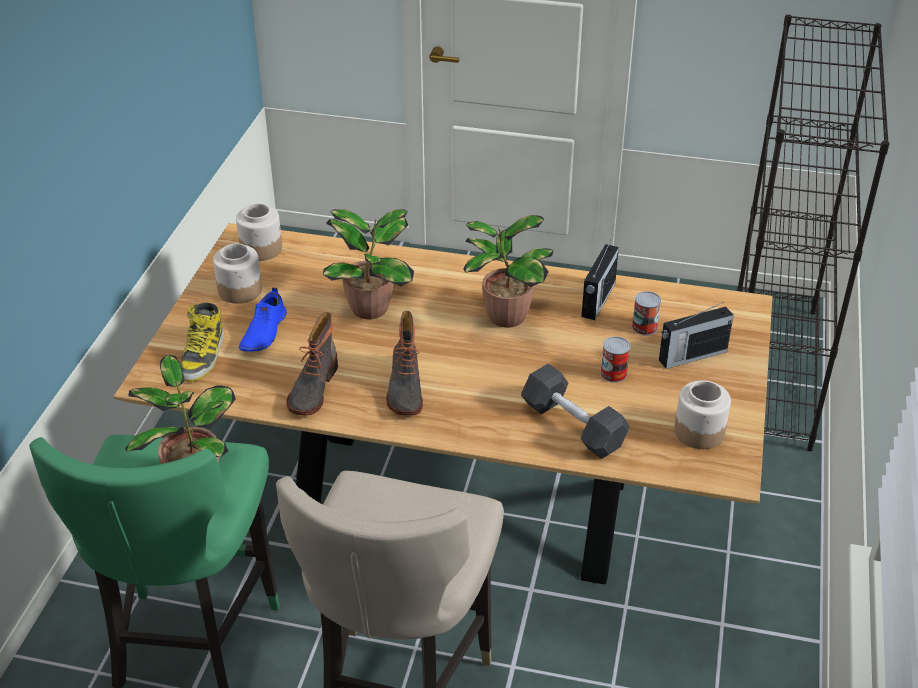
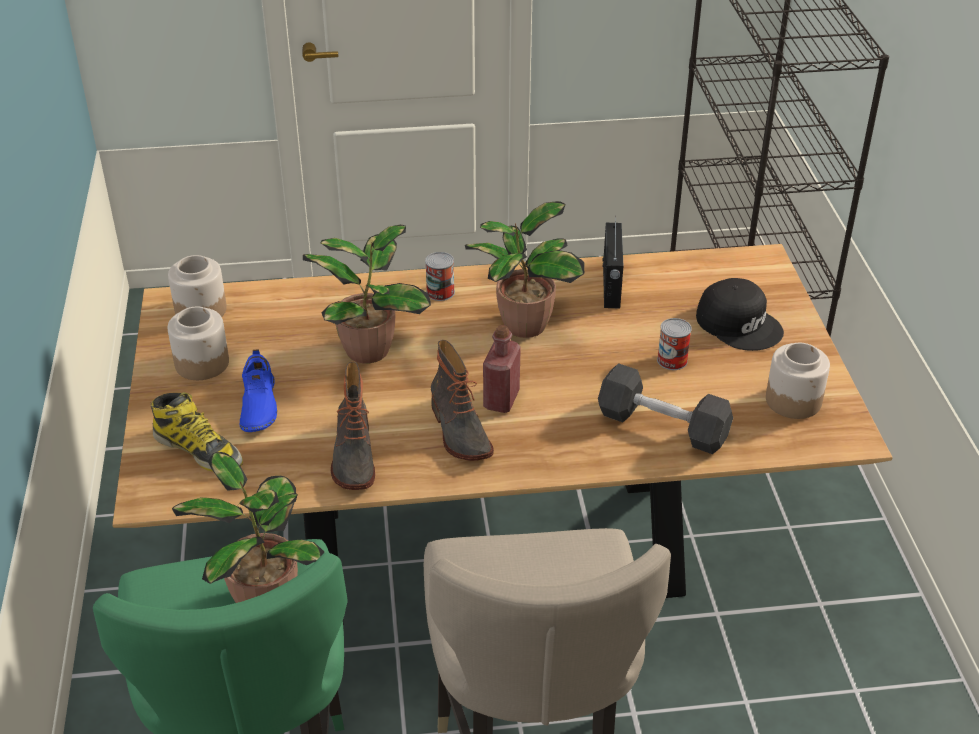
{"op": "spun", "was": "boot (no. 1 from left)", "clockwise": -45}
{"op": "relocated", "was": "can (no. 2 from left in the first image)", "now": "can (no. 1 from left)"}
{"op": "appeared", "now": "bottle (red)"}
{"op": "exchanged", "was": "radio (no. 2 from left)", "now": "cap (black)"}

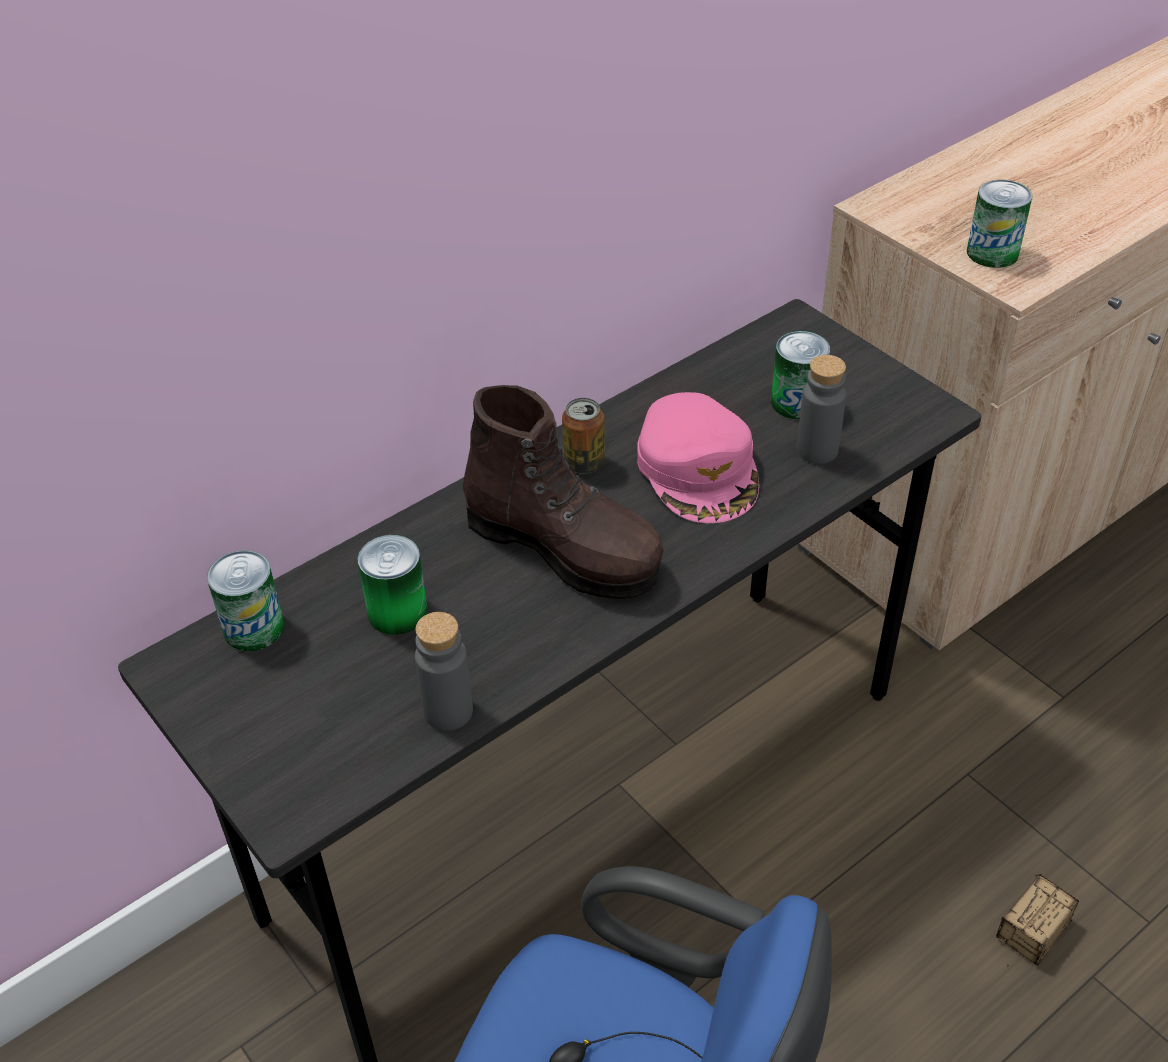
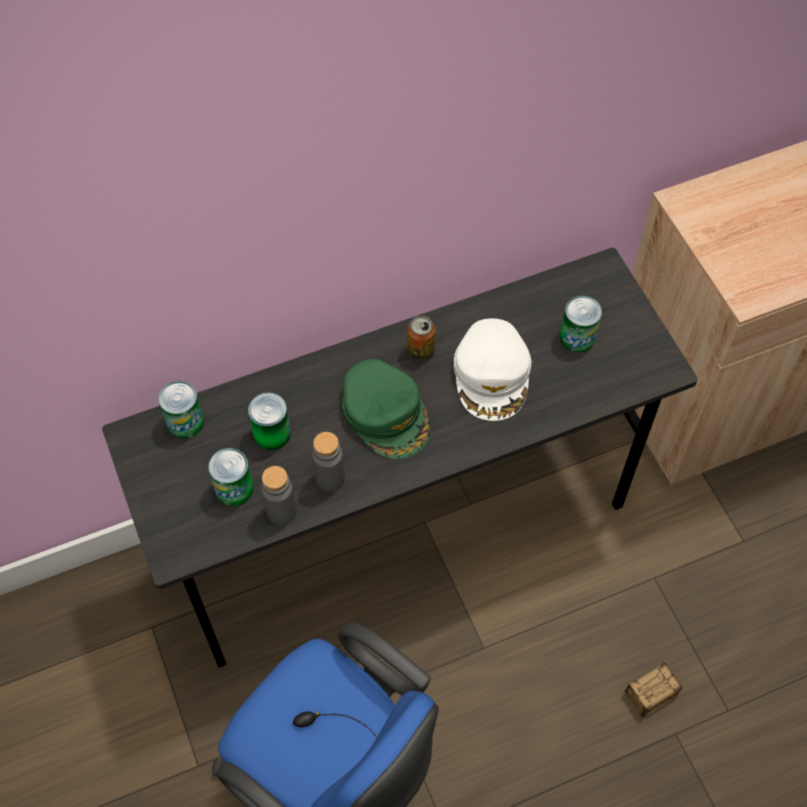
{"op": "relocated", "was": "can (no. 5 from left in the first image)", "now": "can (no. 2 from left)"}
{"op": "relocated", "was": "bottle (grey) (no. 2 from left)"}
{"op": "exchanged", "was": "boot (brown)", "now": "cap (green)"}
{"op": "colour", "was": "cap (pink)", "now": "cap (white)"}

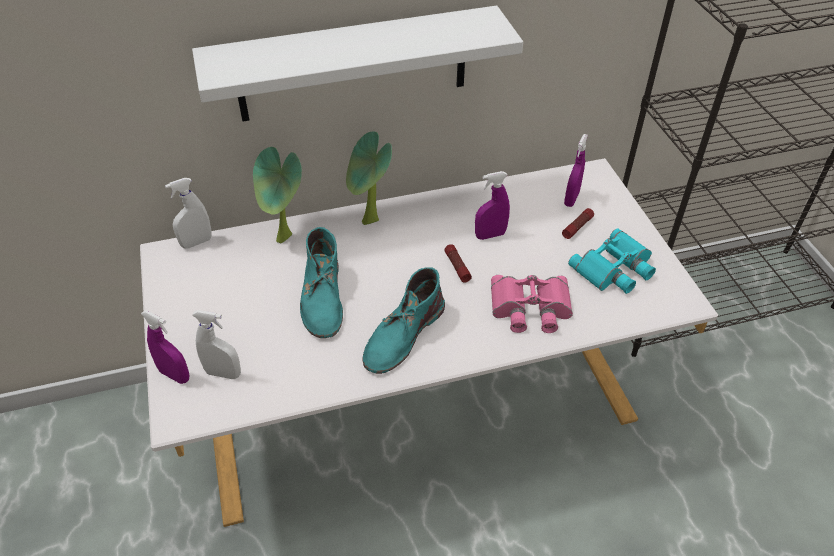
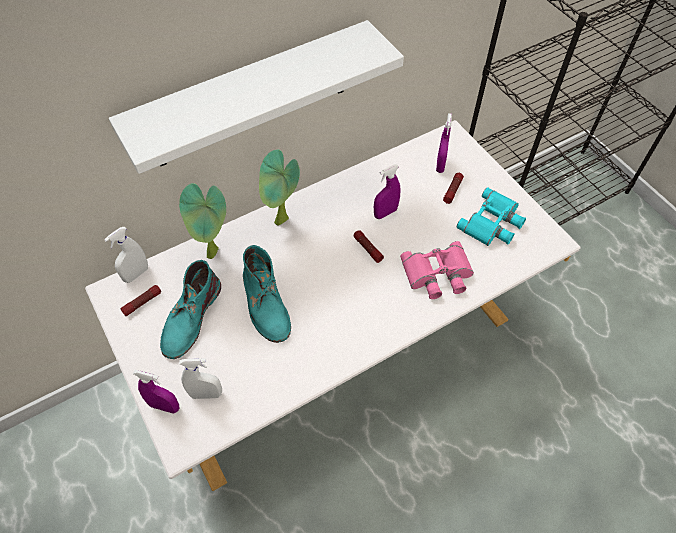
{"op": "appeared", "now": "flashlight (no. 1 from left)"}
{"op": "relocated", "was": "boot (turquoise) (no. 2 from left in the first image)", "now": "boot (turquoise) (no. 1 from left)"}

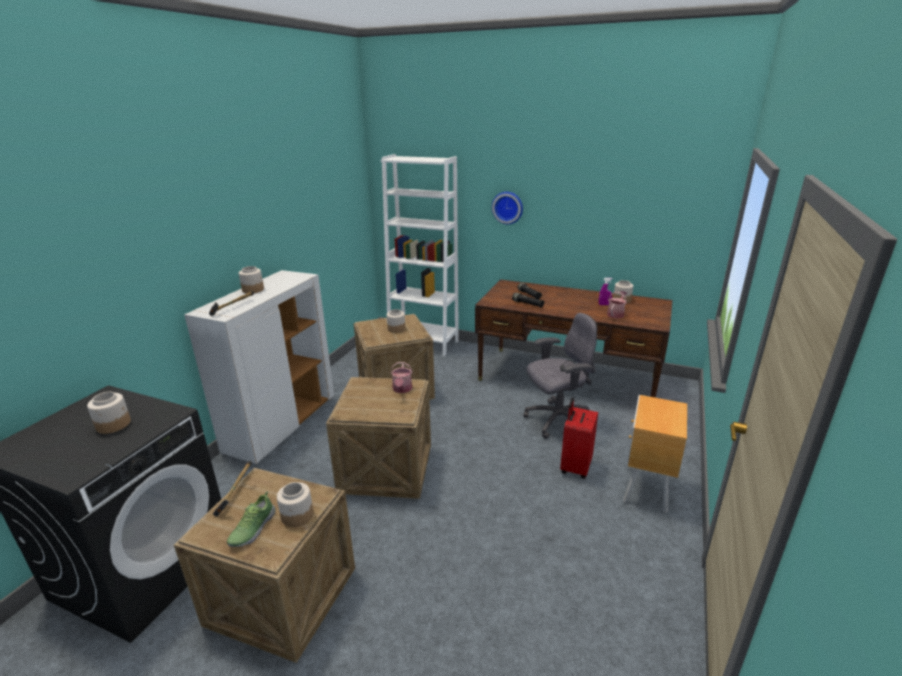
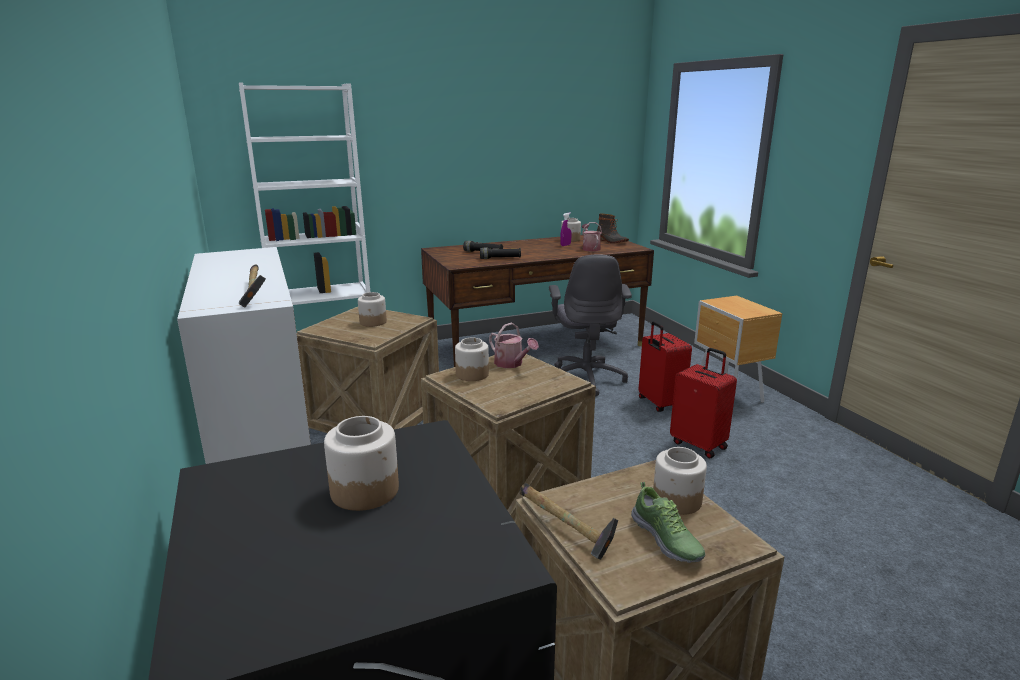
{"op": "relocated", "was": "jar (no. 2 from left in the first image)", "now": "jar (no. 3 from left)"}
{"op": "spun", "was": "office chair (grey)", "clockwise": 150}
{"op": "appeared", "now": "boot"}
{"op": "appeared", "now": "suitcase (red) (no. 2 from left)"}
{"op": "missing", "was": "wall clock"}

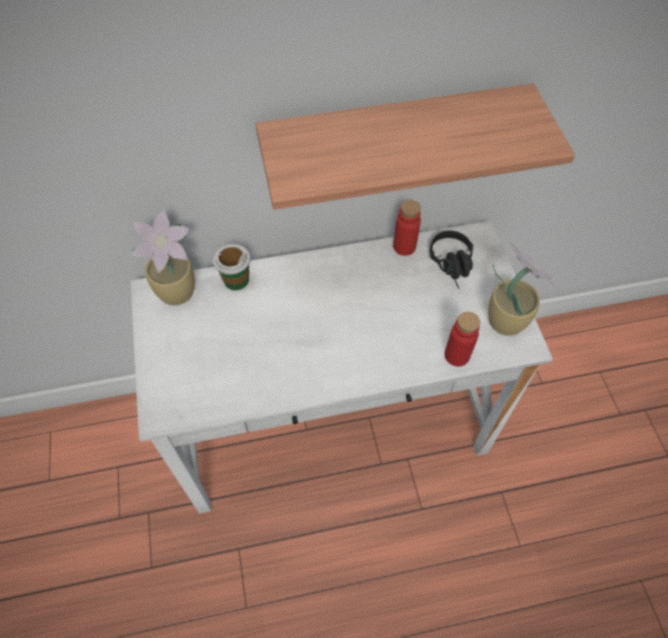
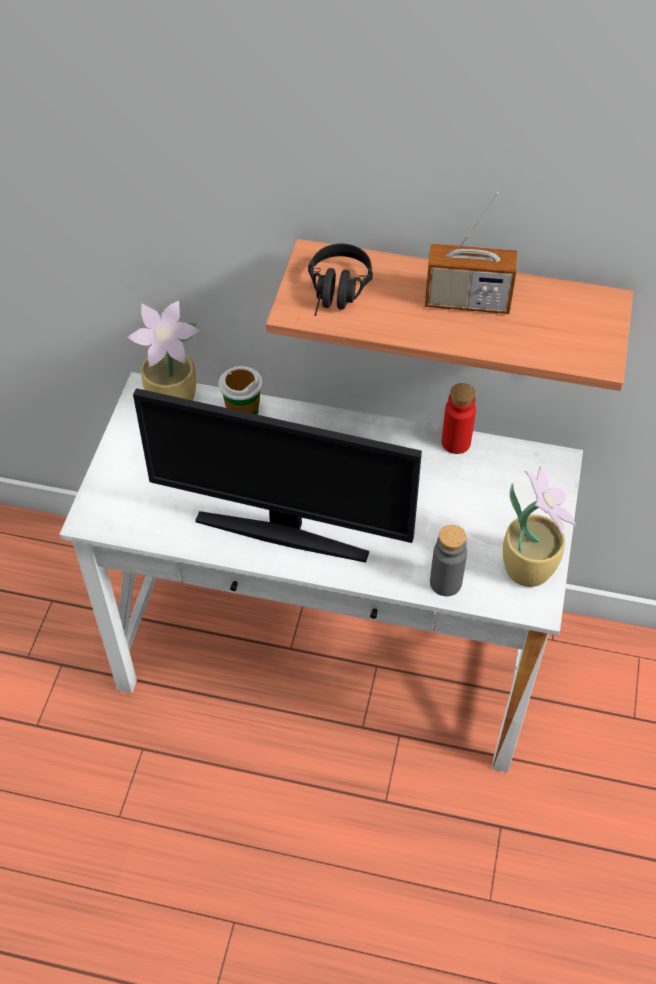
{"op": "appeared", "now": "monitor"}
{"op": "relocated", "was": "headphones (black)"}
{"op": "appeared", "now": "radio"}
{"op": "colour", "was": "bottle (red) (no. 2 from left)", "now": "bottle (grey)"}

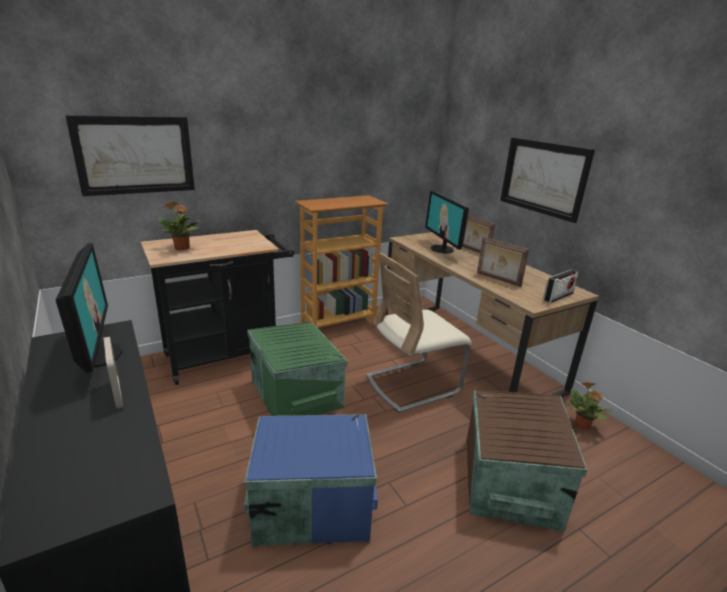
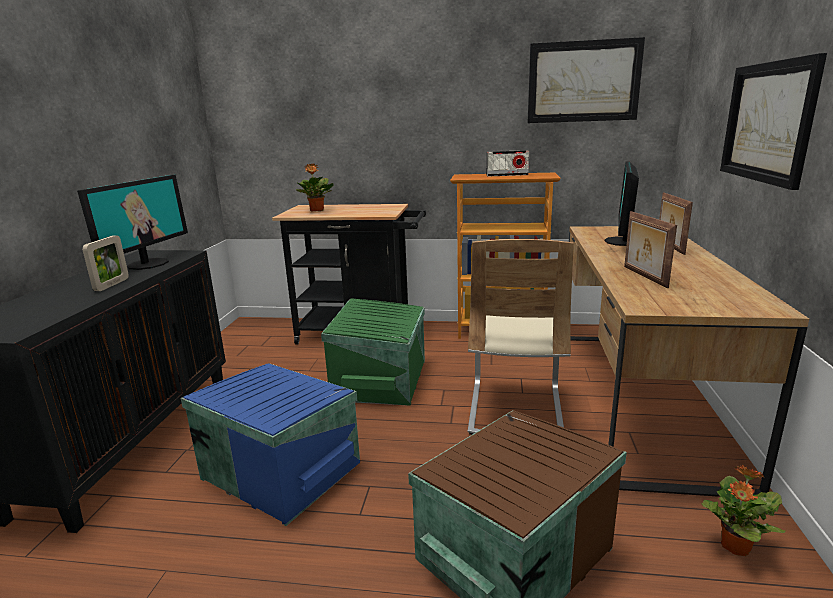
{"op": "spun", "was": "chair (beige)", "clockwise": -90}
{"op": "relocated", "was": "radio"}
{"op": "relocated", "was": "picture (no. 1 from left)"}

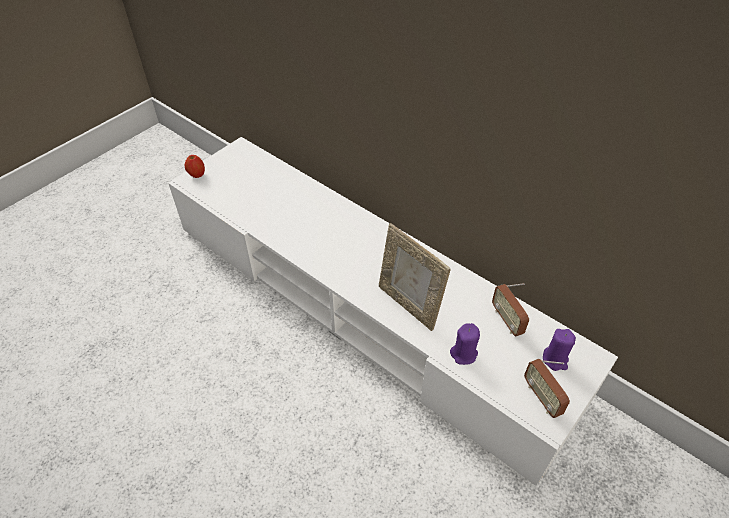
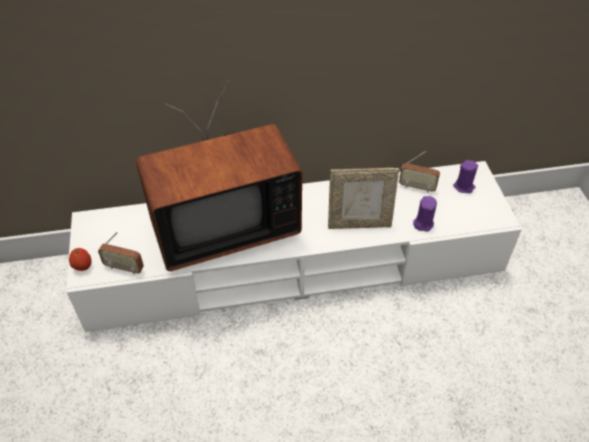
{"op": "relocated", "was": "radio (no. 2 from left in the first image)", "now": "radio (no. 1 from left)"}
{"op": "appeared", "now": "television"}

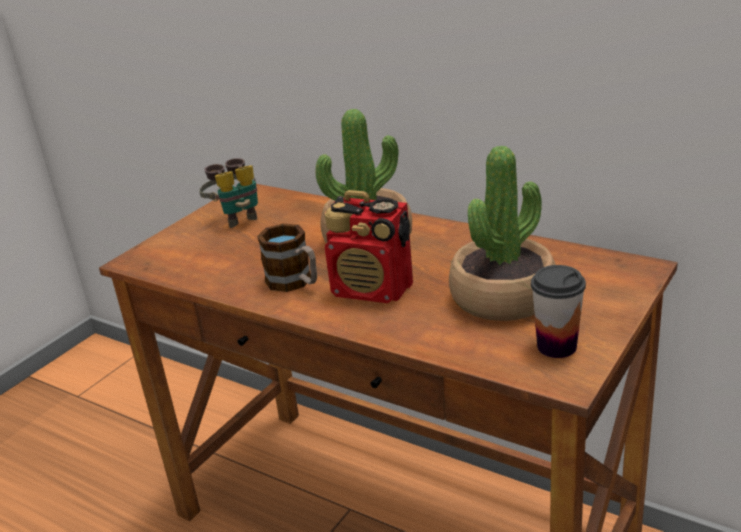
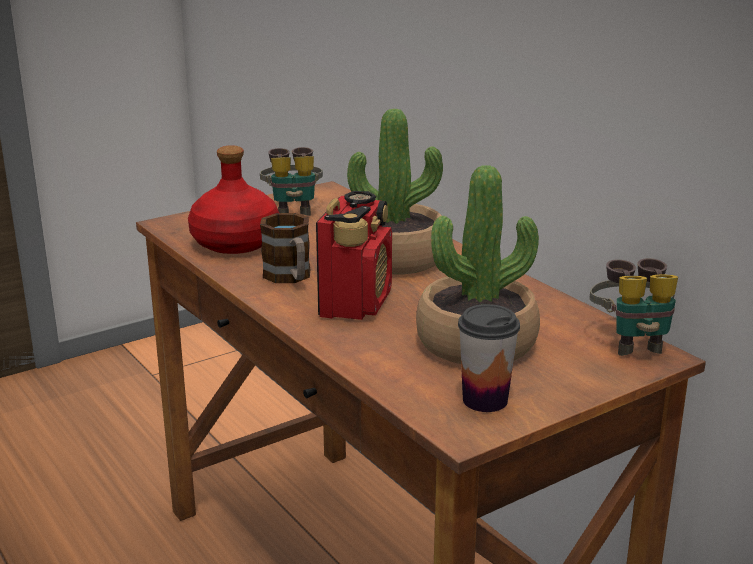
{"op": "appeared", "now": "bottle (red)"}
{"op": "spun", "was": "radio", "clockwise": -120}
{"op": "appeared", "now": "binoculars (no. 2 from left)"}

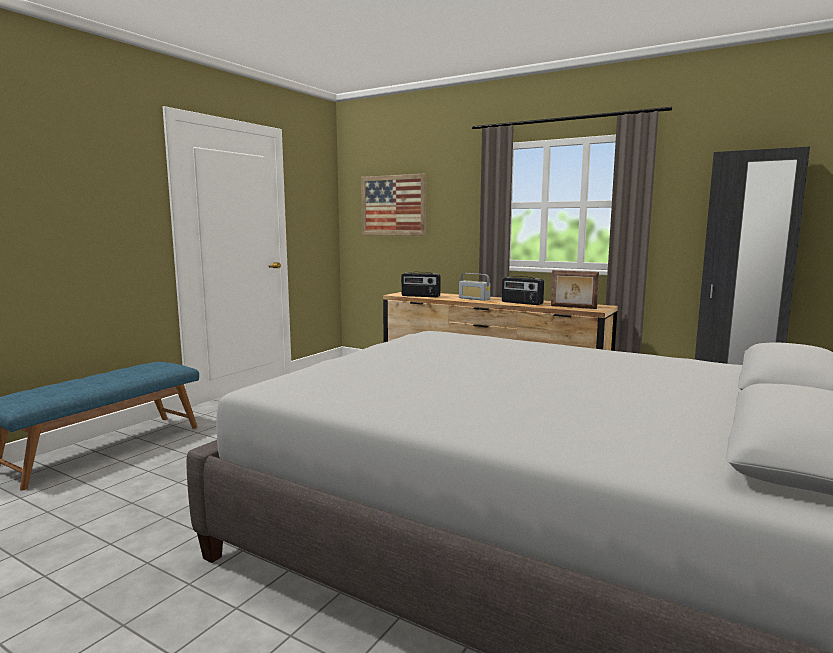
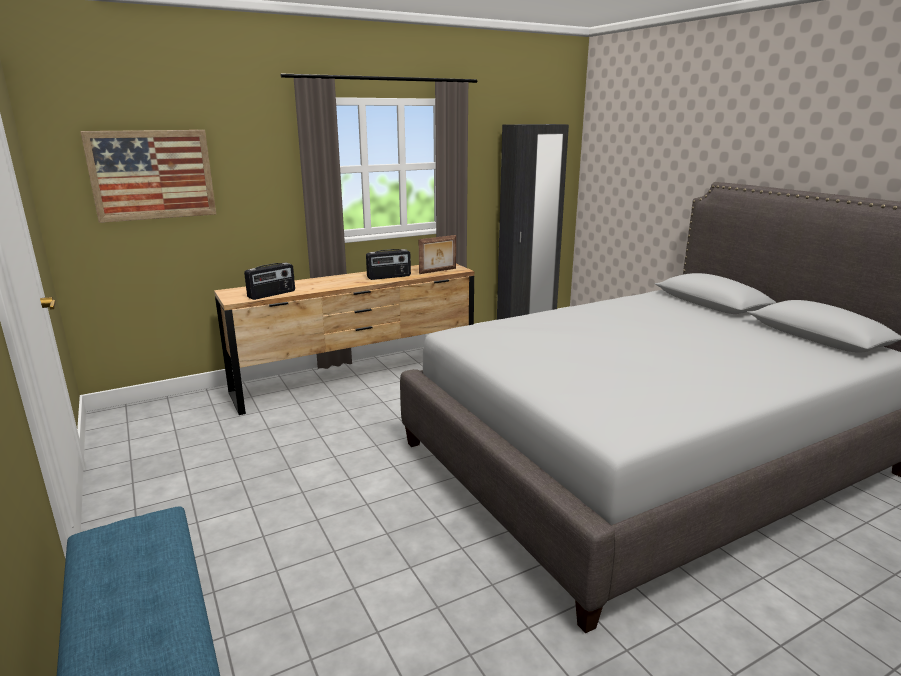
{"op": "missing", "was": "radio (no. 2 from left)"}

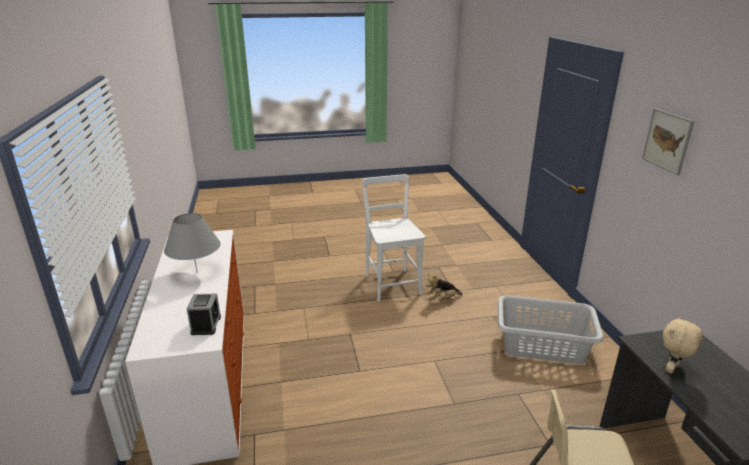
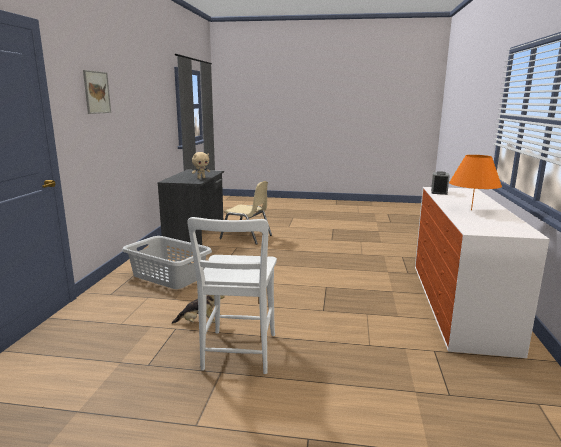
{"op": "colour", "was": "table lamp (grey)", "now": "table lamp (orange)"}

